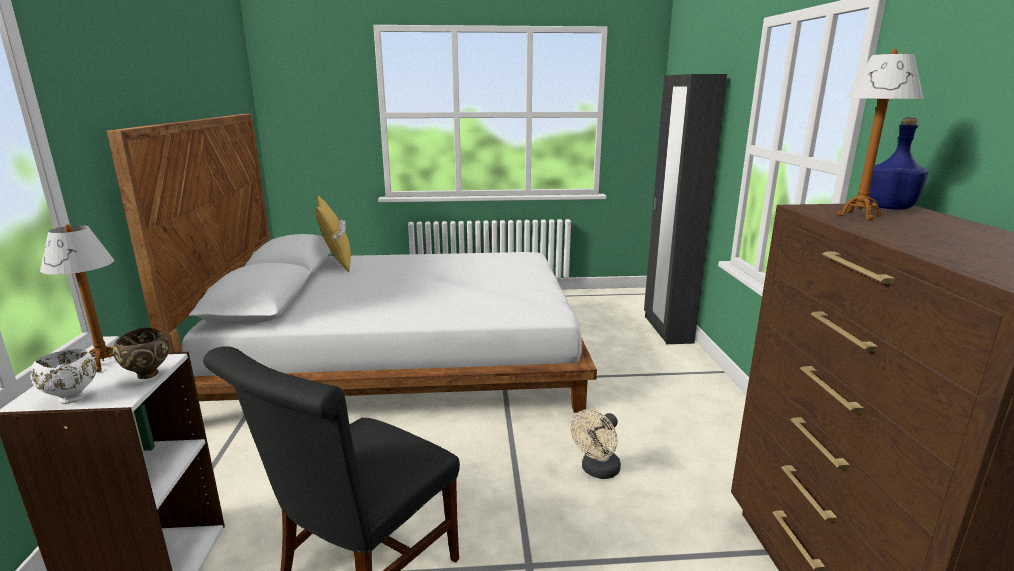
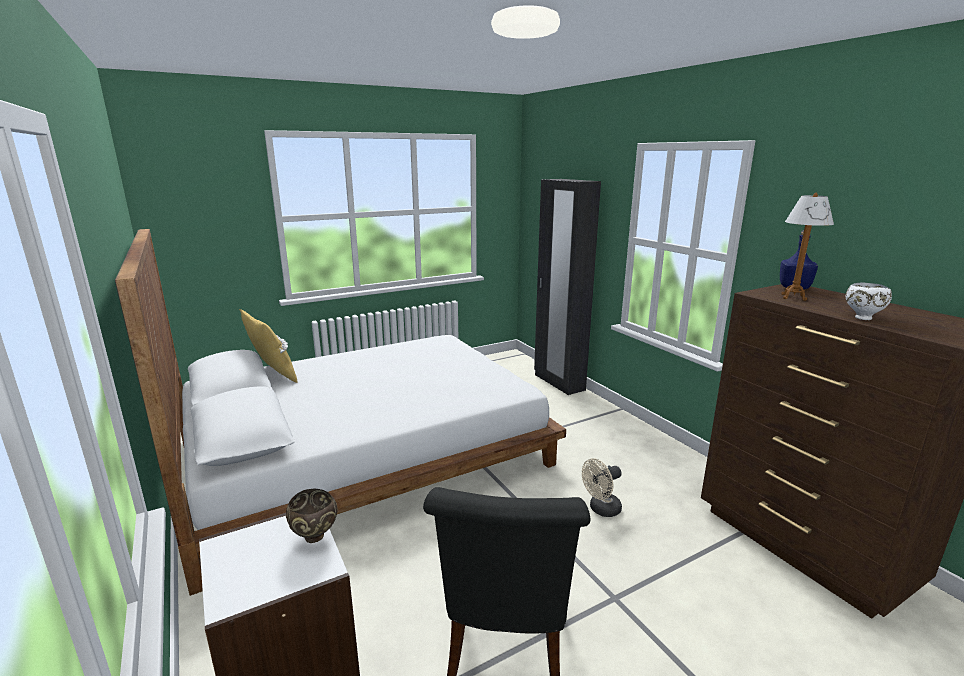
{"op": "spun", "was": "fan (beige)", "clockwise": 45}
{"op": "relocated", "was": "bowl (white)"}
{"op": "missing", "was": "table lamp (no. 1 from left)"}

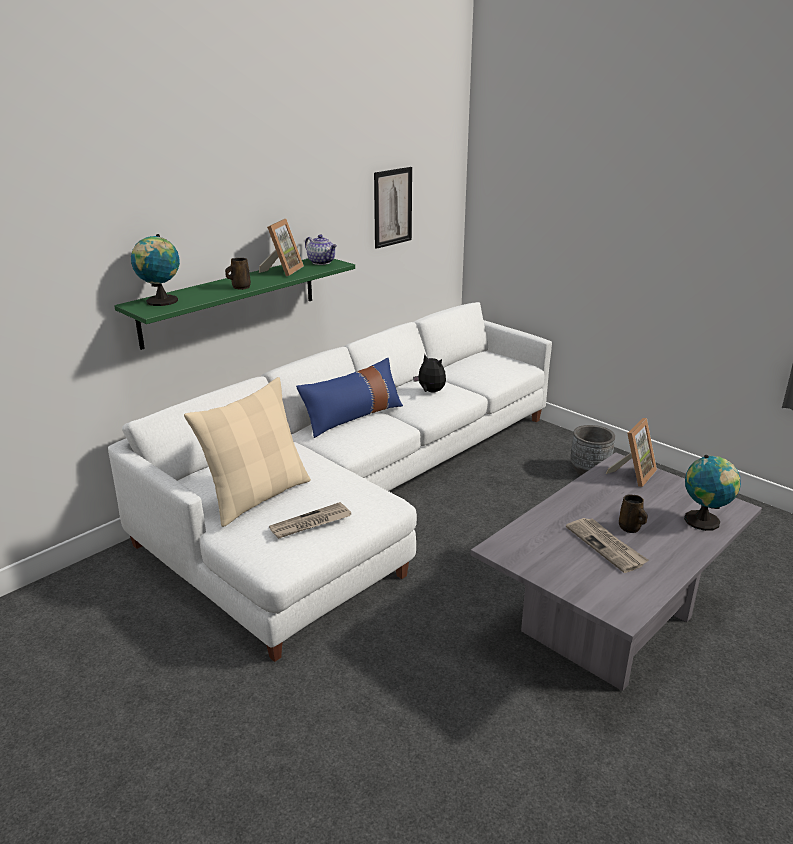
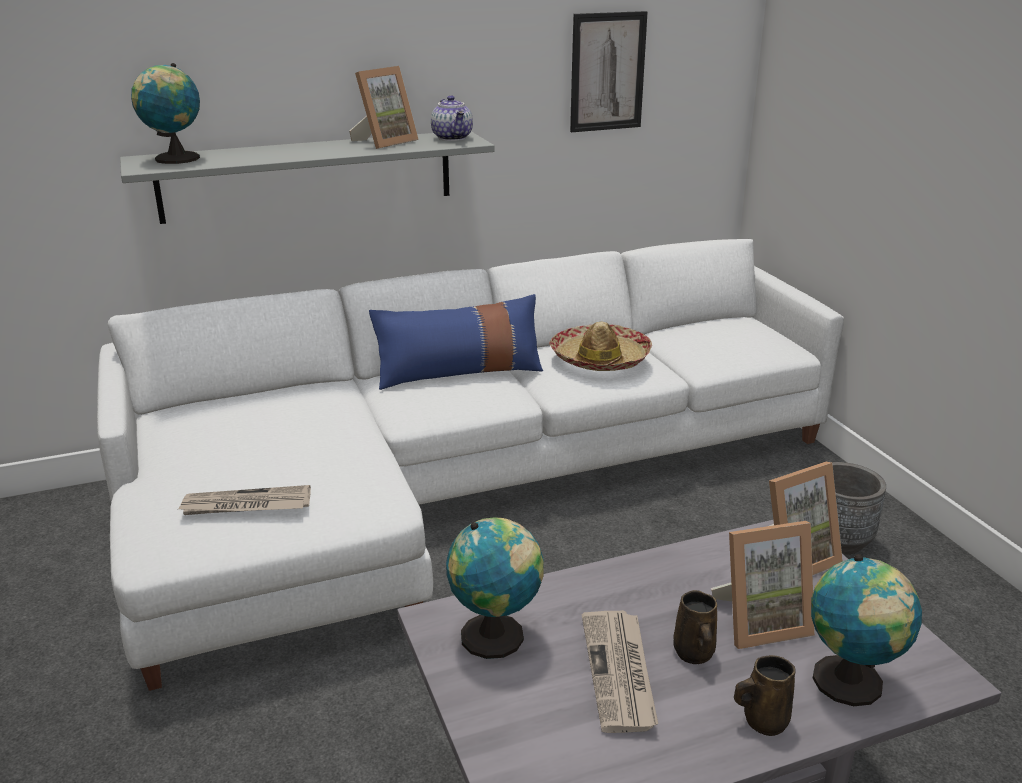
{"op": "colour", "was": "shelf (green)", "now": "shelf (grey)"}
{"op": "appeared", "now": "globe (no. 2 from left)"}
{"op": "exchanged", "was": "plush toy", "now": "hat"}
{"op": "appeared", "now": "picture frame (no. 2 from left)"}
{"op": "relocated", "was": "mug (brown) (no. 1 from left in the first image)", "now": "mug (brown) (no. 2 from left)"}
{"op": "missing", "was": "pillow (beige)"}

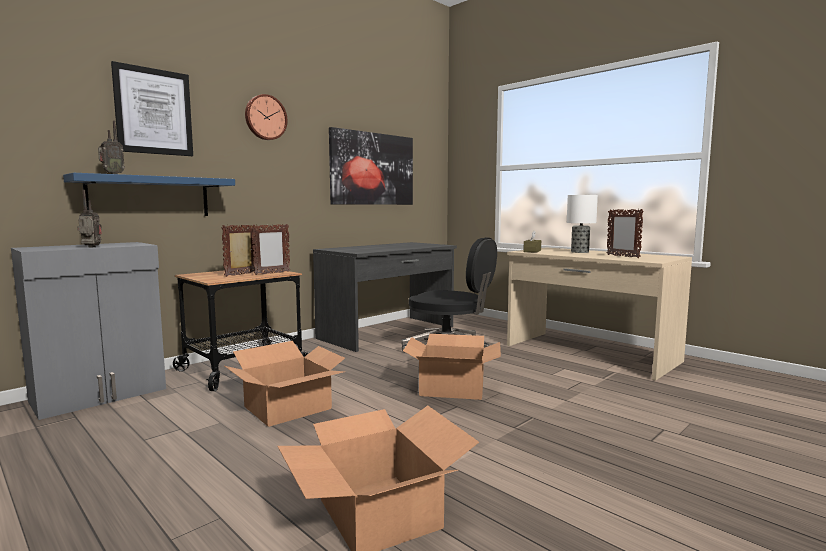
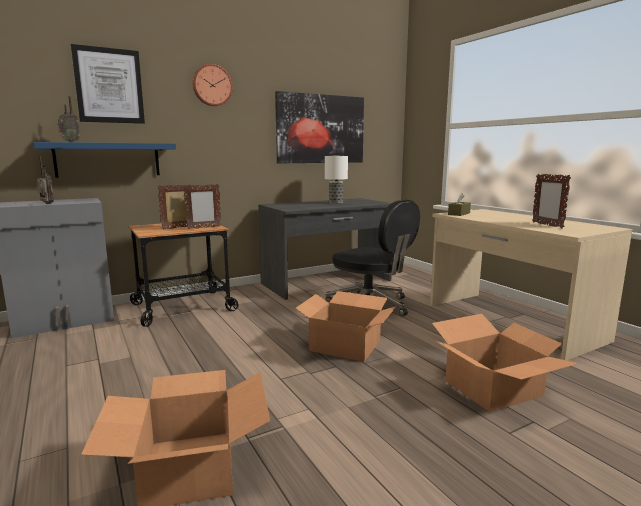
{"op": "relocated", "was": "table lamp"}
{"op": "relocated", "was": "cardboard box (no. 1 from left in the first image)", "now": "cardboard box (no. 3 from left)"}

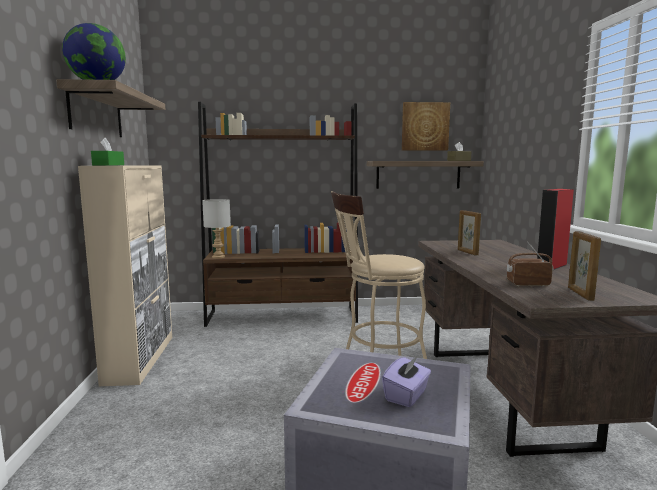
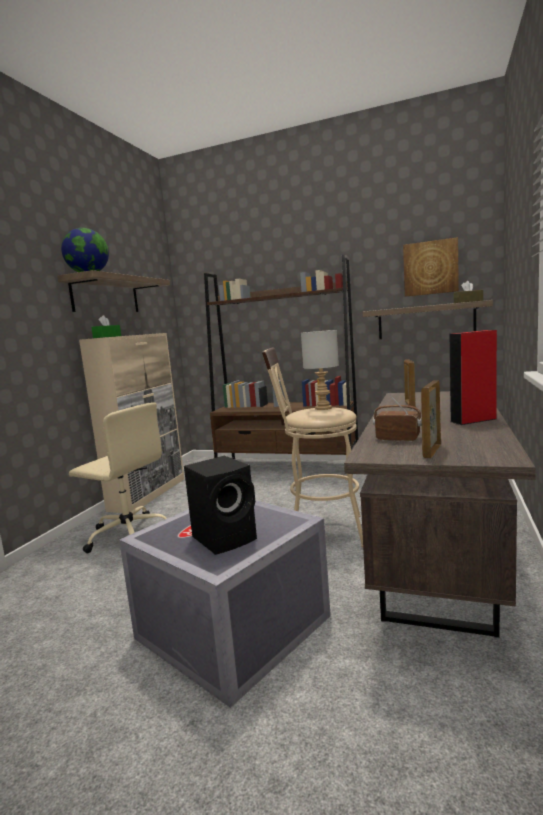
{"op": "appeared", "now": "office chair (beige)"}
{"op": "exchanged", "was": "tissue box (purple)", "now": "speaker (black)"}
{"op": "relocated", "was": "table lamp (grey)"}

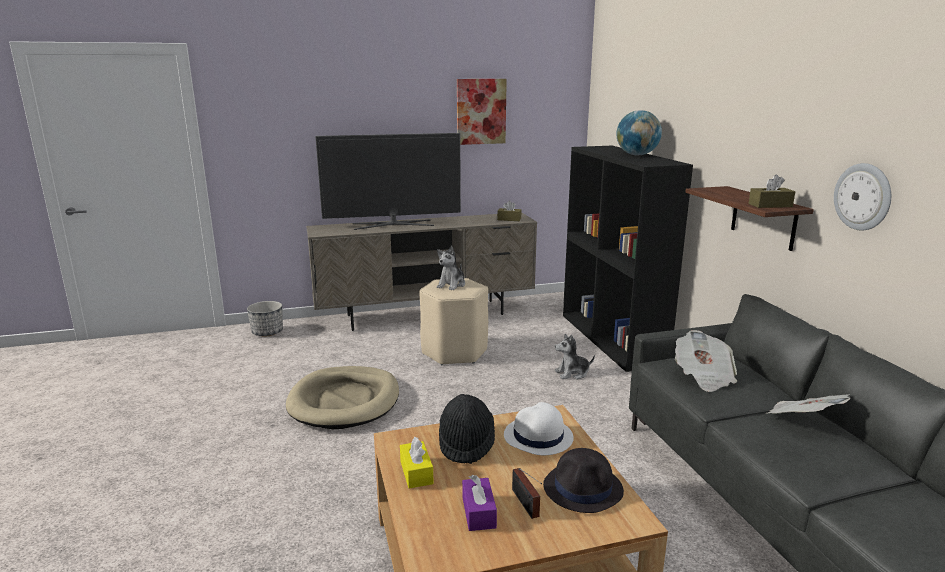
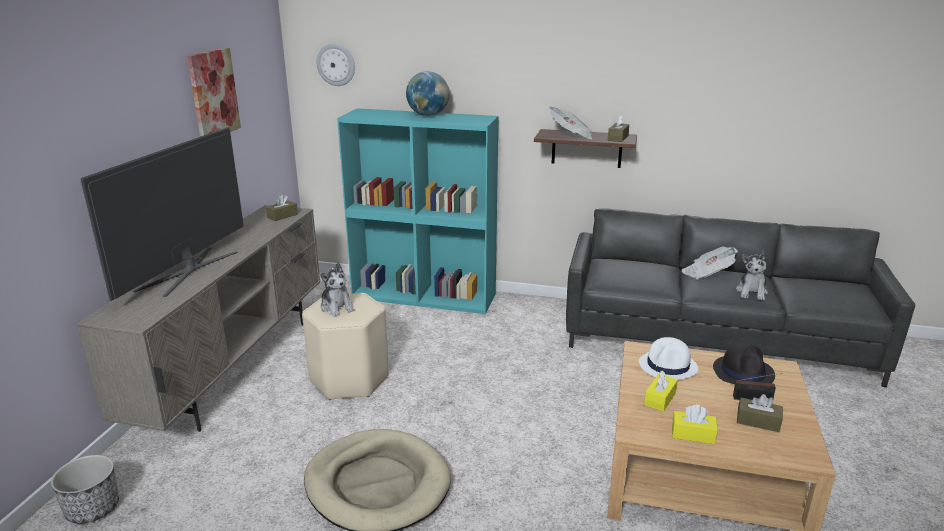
{"op": "relocated", "was": "wall clock"}
{"op": "colour", "was": "bookcase (black)", "now": "bookcase (turquoise)"}
{"op": "relocated", "was": "newspaper (no. 1 from left)"}
{"op": "exchanged", "was": "hat (black) (no. 1 from left)", "now": "tissue box (yellow) (no. 1 from left)"}
{"op": "relocated", "was": "plush toy (no. 2 from left)"}
{"op": "colour", "was": "tissue box (purple)", "now": "tissue box (brown) (no. 3 from left)"}

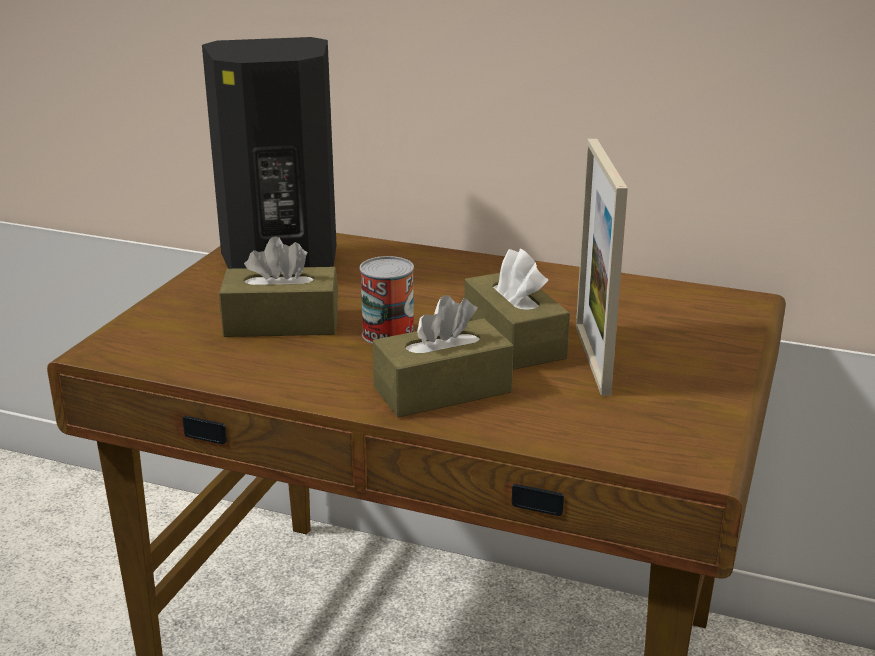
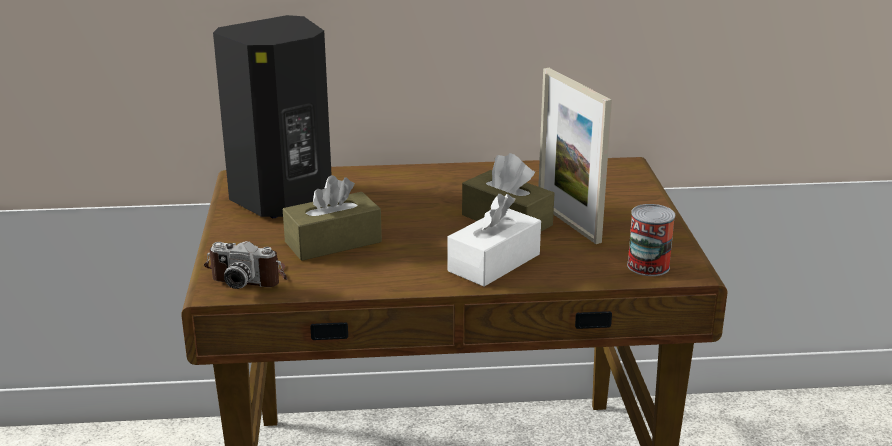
{"op": "appeared", "now": "photo camera"}
{"op": "colour", "was": "tissue box (brown) (no. 2 from left)", "now": "tissue box (white)"}
{"op": "relocated", "was": "can"}

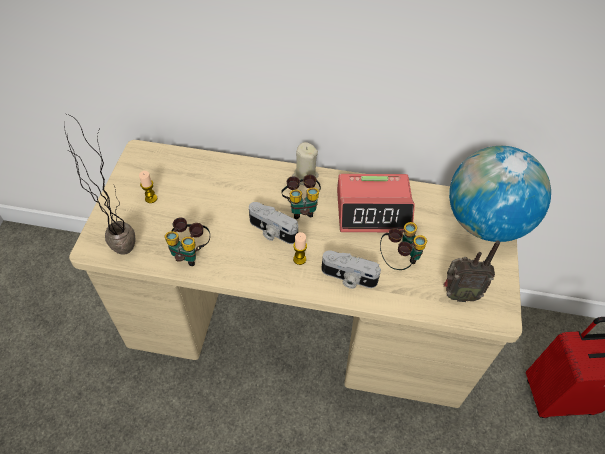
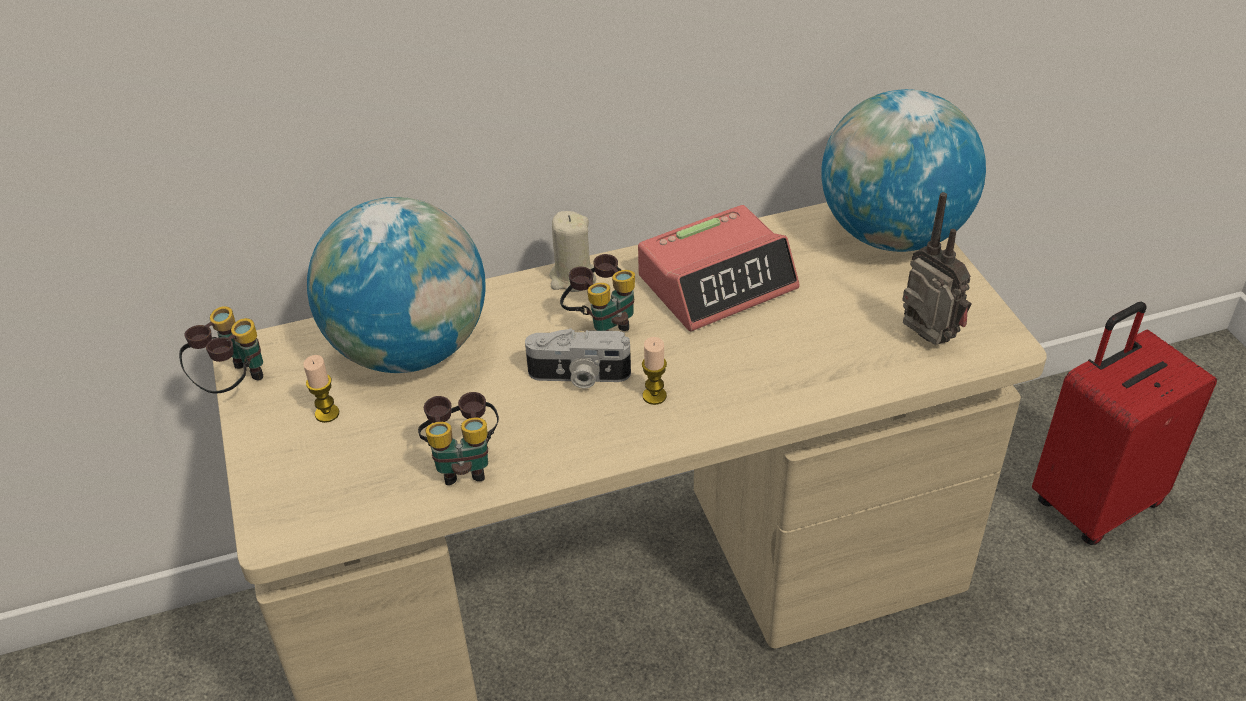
{"op": "relocated", "was": "binoculars (no. 3 from left in the first image)", "now": "binoculars (no. 1 from left)"}
{"op": "appeared", "now": "globe (no. 1 from left)"}
{"op": "spun", "was": "radio", "clockwise": -105}
{"op": "missing", "was": "potted plant"}
{"op": "missing", "was": "photo camera (no. 2 from left)"}

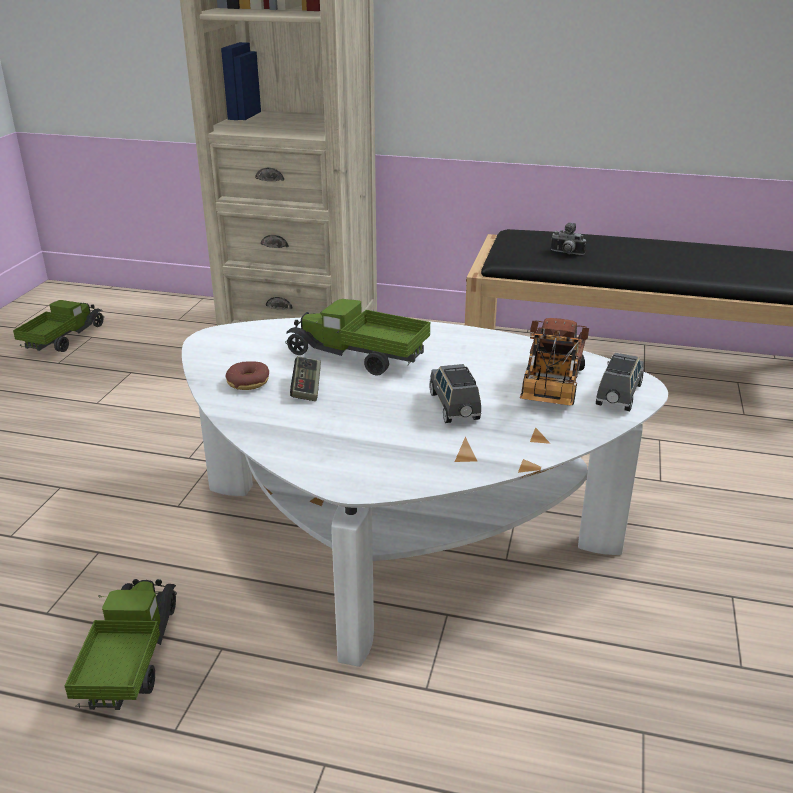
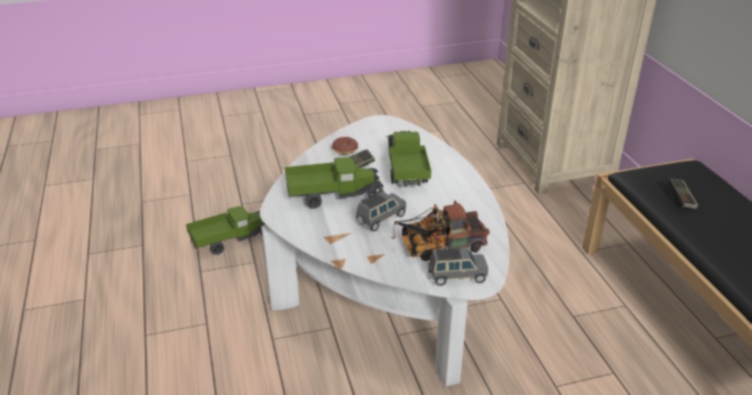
{"op": "relocated", "was": "toy truck (no. 1 from left in the first image)", "now": "toy truck (no. 2 from left)"}
{"op": "exchanged", "was": "photo camera", "now": "game controller (no. 2 from left)"}

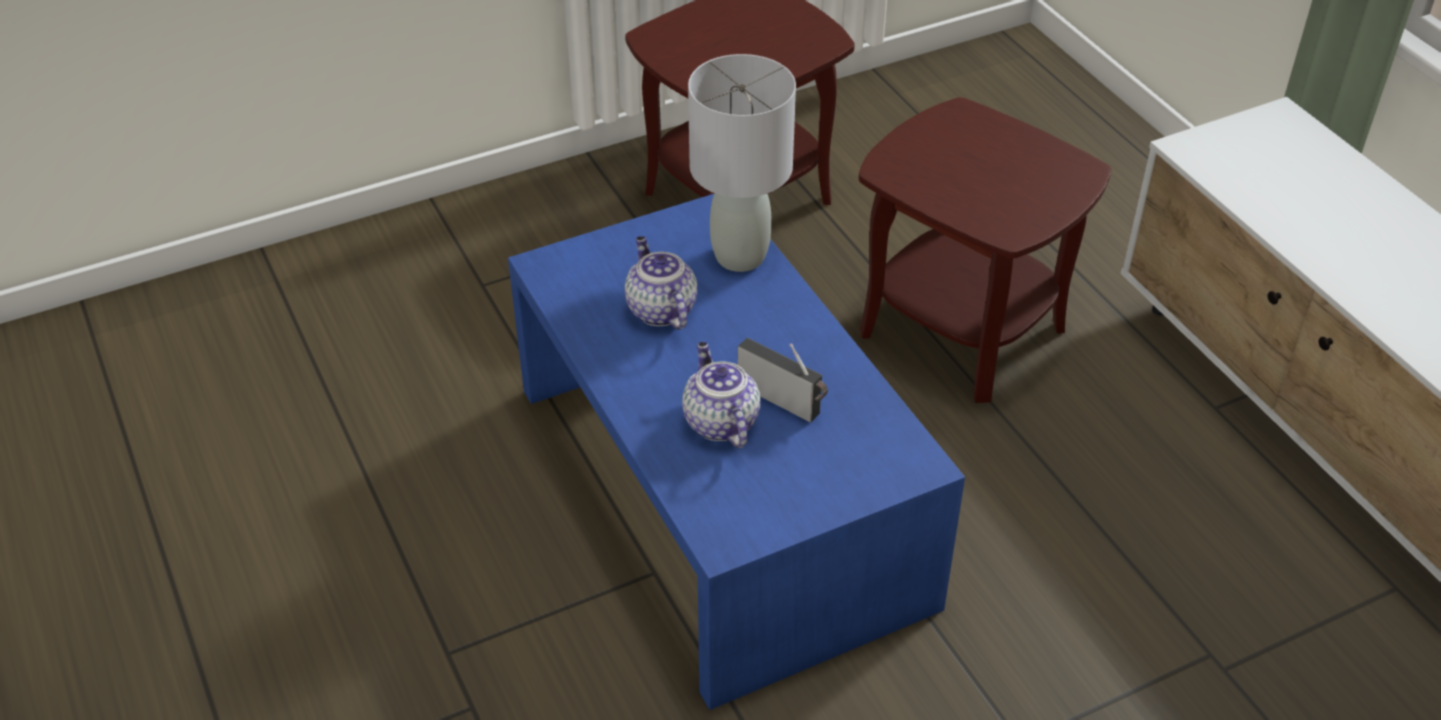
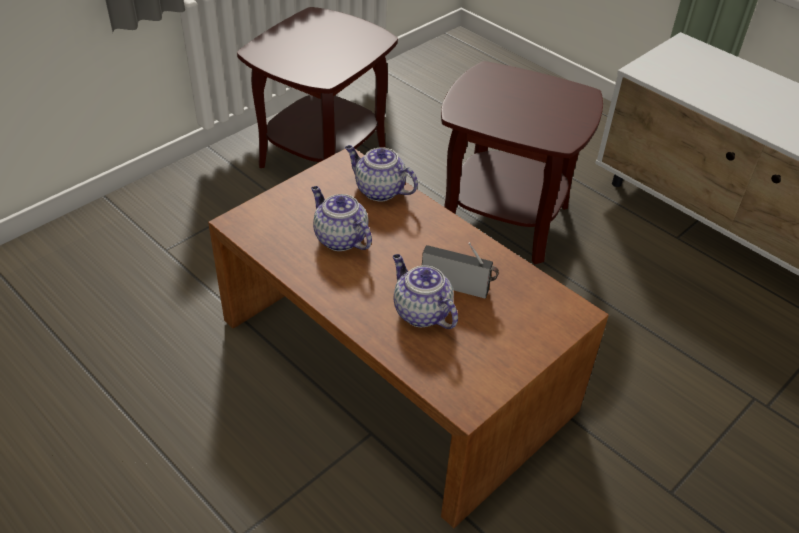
{"op": "colour", "was": "coffee table (blue)", "now": "coffee table (brown)"}
{"op": "exchanged", "was": "table lamp (grey)", "now": "teapot (no. 2 from left)"}

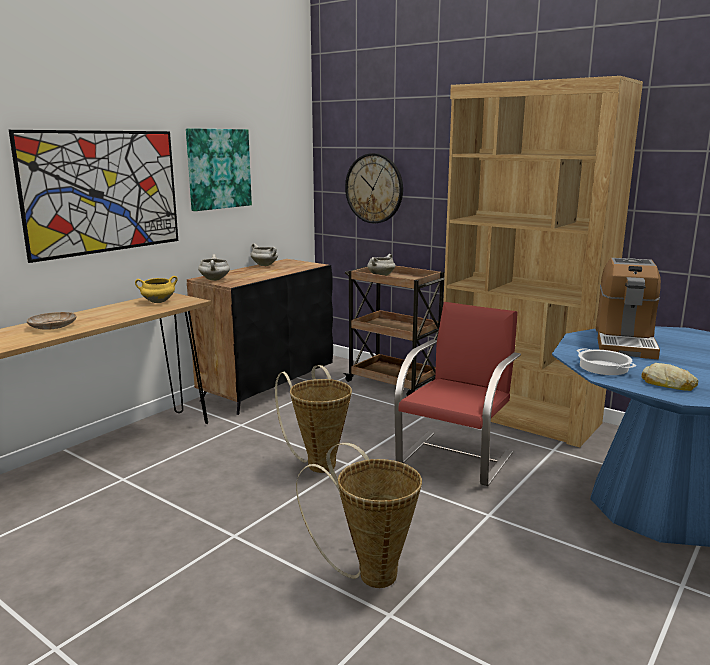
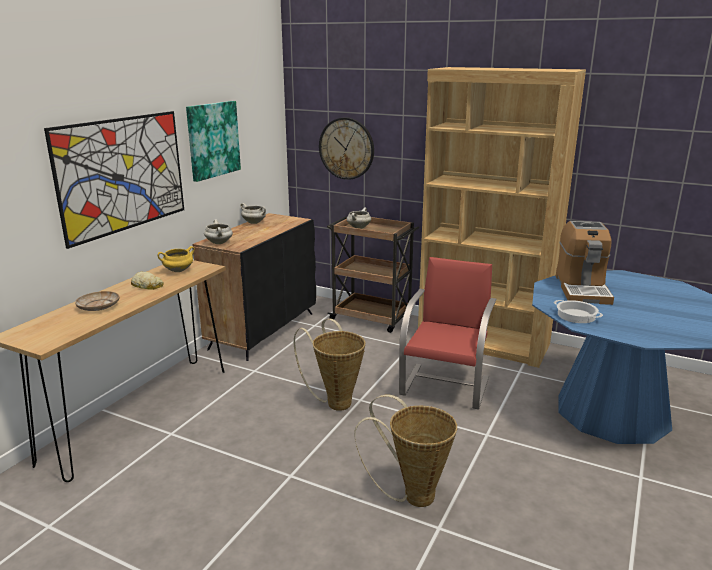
{"op": "relocated", "was": "bread"}

